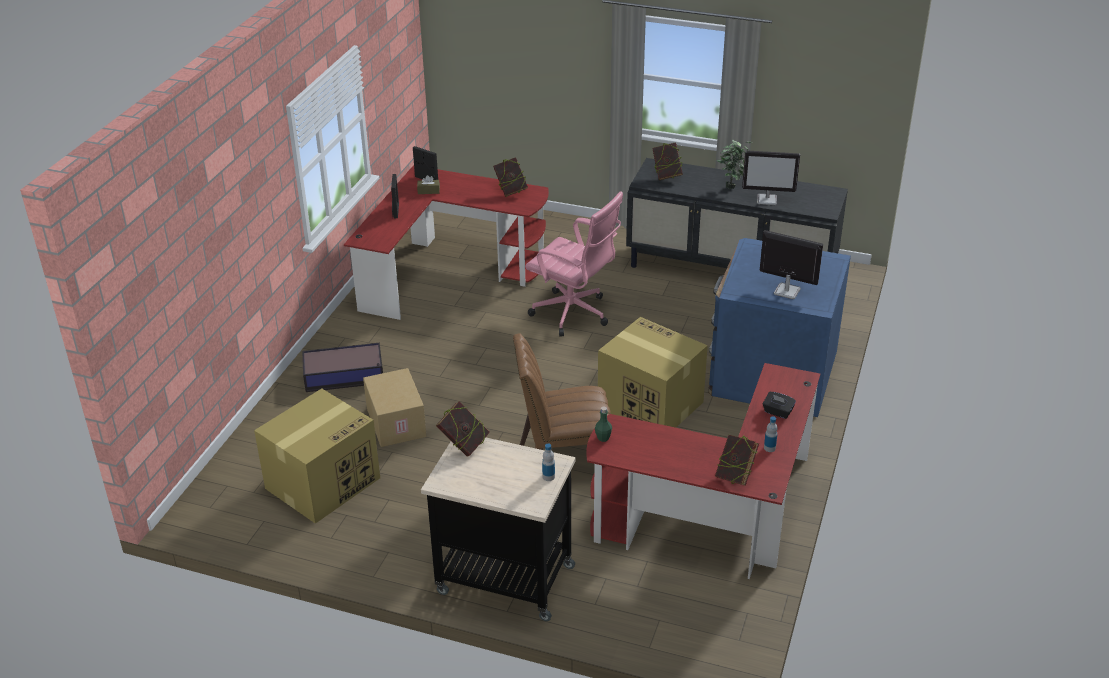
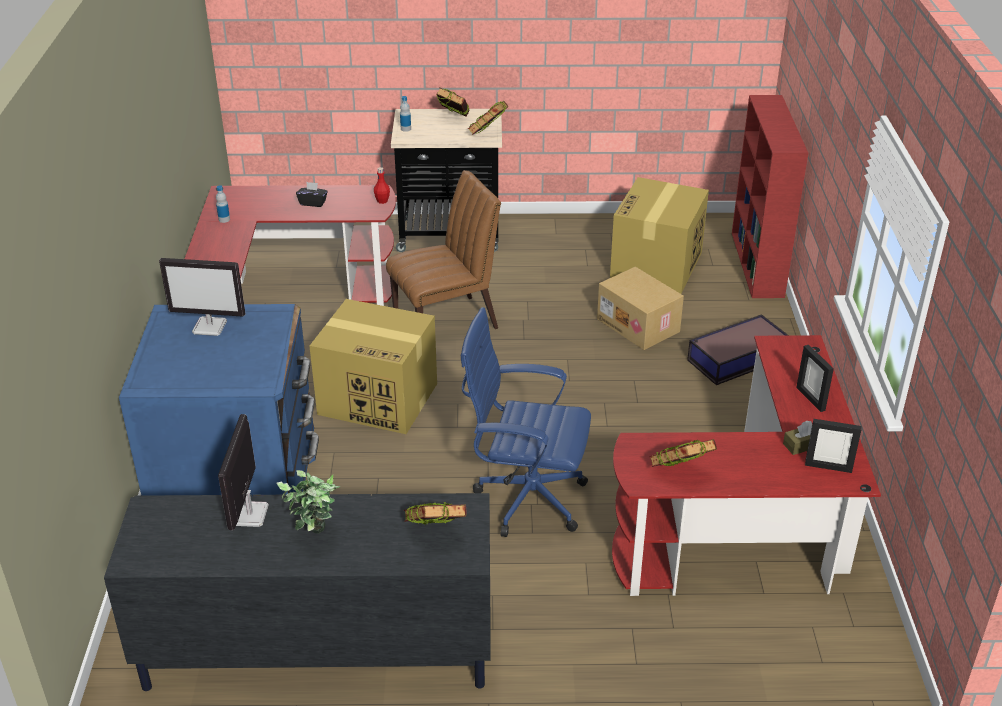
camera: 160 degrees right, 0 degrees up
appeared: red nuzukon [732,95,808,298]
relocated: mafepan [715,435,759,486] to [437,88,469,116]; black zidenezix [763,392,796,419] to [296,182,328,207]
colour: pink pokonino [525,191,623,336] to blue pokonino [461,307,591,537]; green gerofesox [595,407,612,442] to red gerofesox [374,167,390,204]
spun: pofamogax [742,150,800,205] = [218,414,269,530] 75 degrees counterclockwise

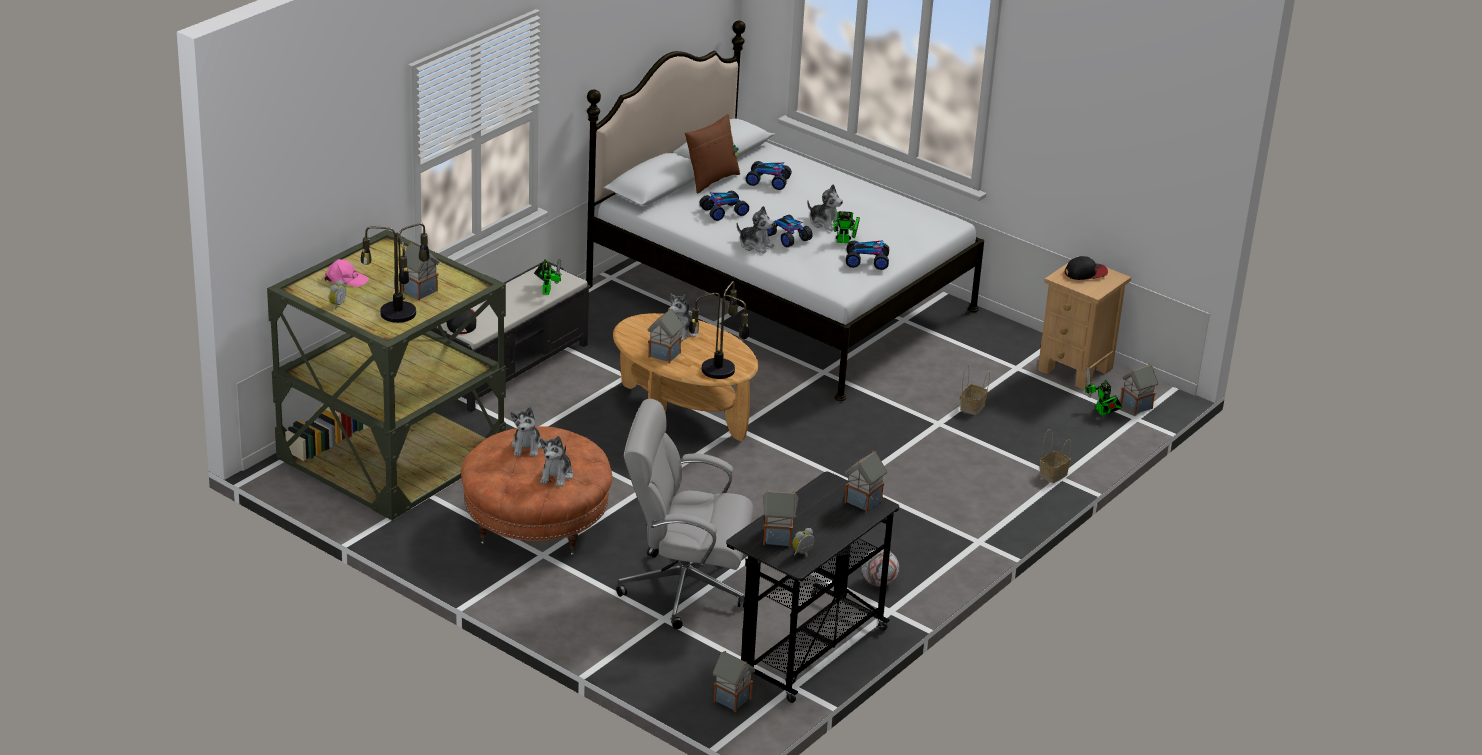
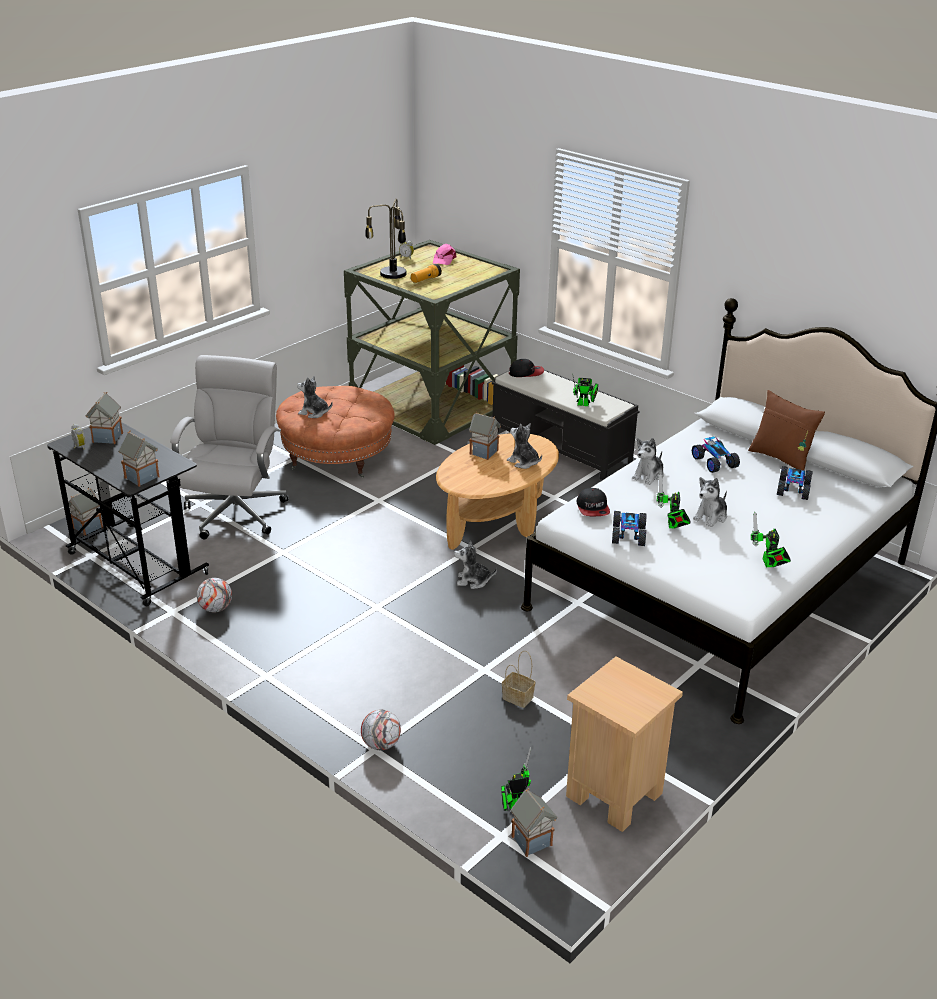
camera: 95 degrees right, 0 degrees up
missing: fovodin [689,281,749,379]; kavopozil [767,215,813,247]
appeared: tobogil [751,512,791,567]
relocated: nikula [510,407,542,457] to [454,541,497,589]; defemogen [1064,256,1108,280] to [577,488,610,516]
exchanged: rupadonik [402,242,440,300] to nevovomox [411,264,442,283]; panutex [1039,429,1071,483] to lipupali [361,709,401,750]

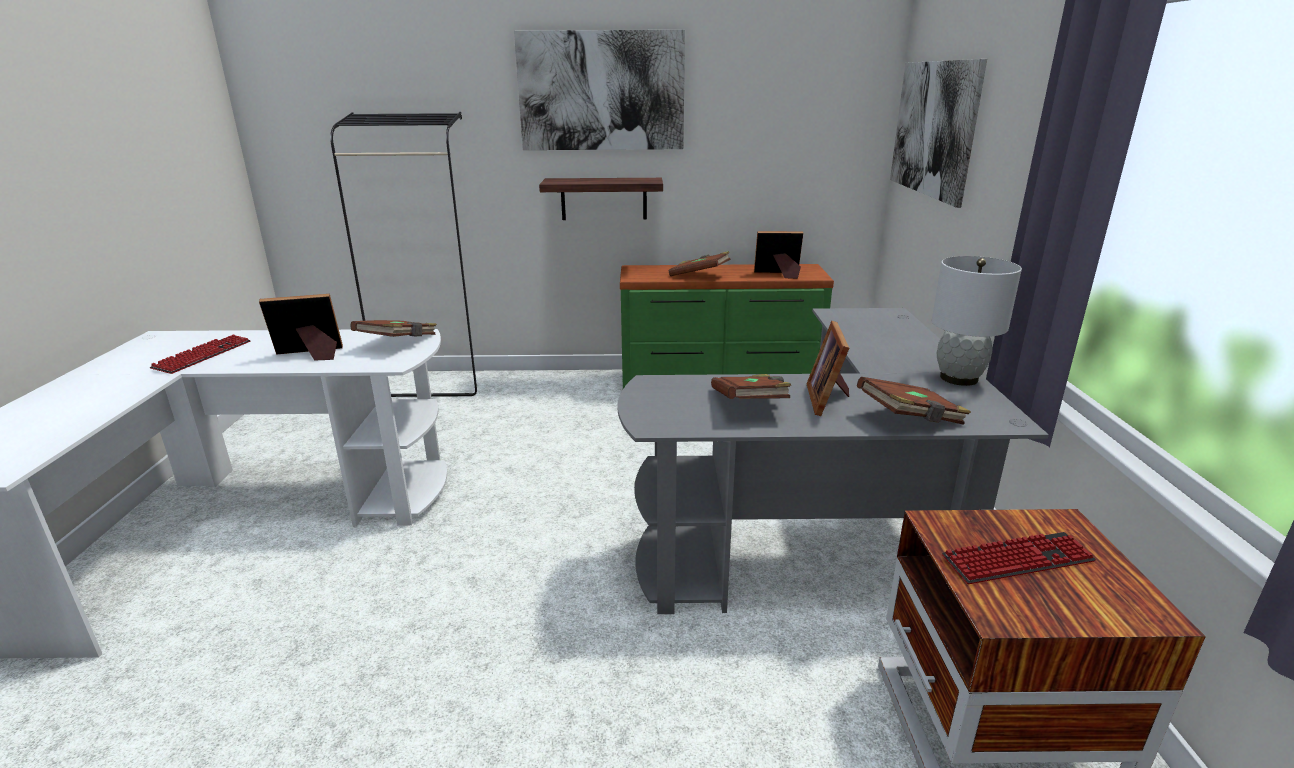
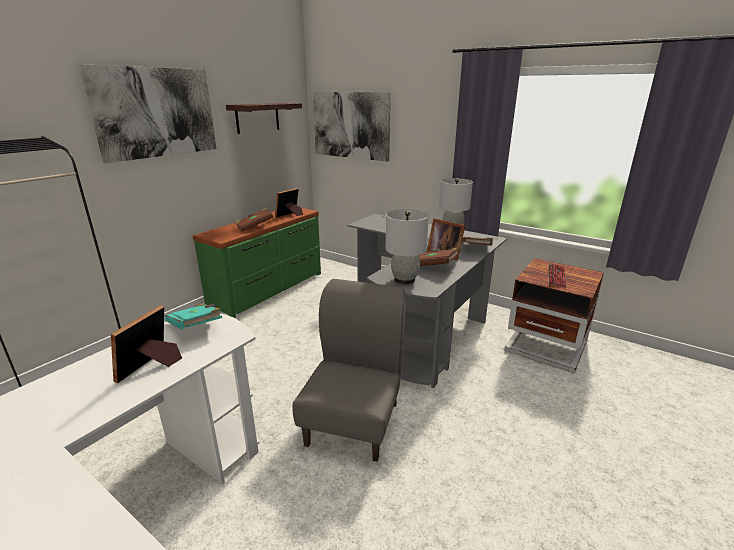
camera: 55 degrees left, 0 degrees up
missing: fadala [150,335,251,374]
appeared: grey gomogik [292,279,406,462]; white fovodin [386,209,429,284]
relocated: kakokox [539,178,663,220] to [226,103,302,134]
colour: brown mafepan [350,320,437,337] to turquoise mafepan [165,303,222,329]

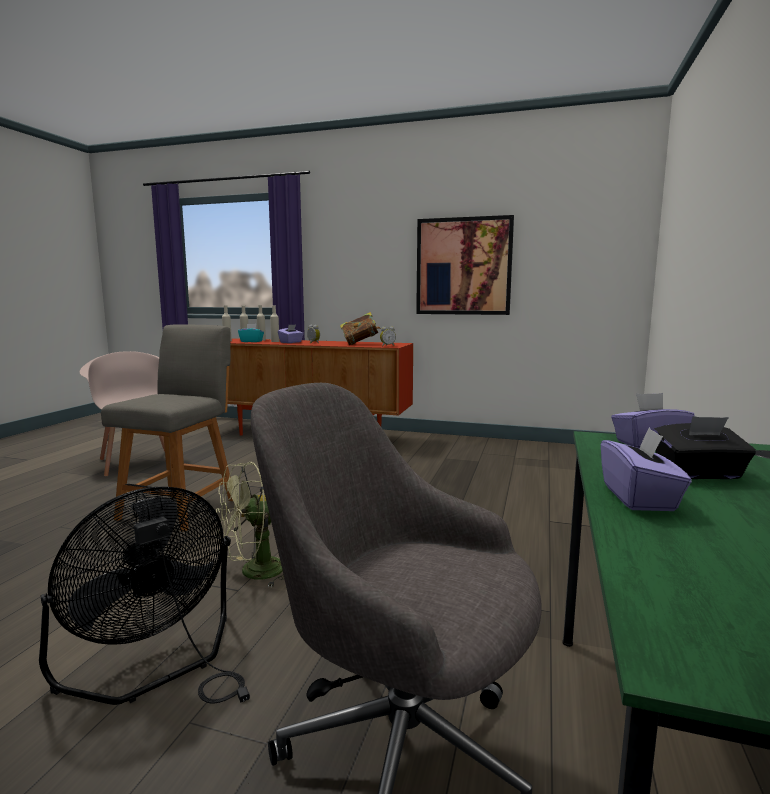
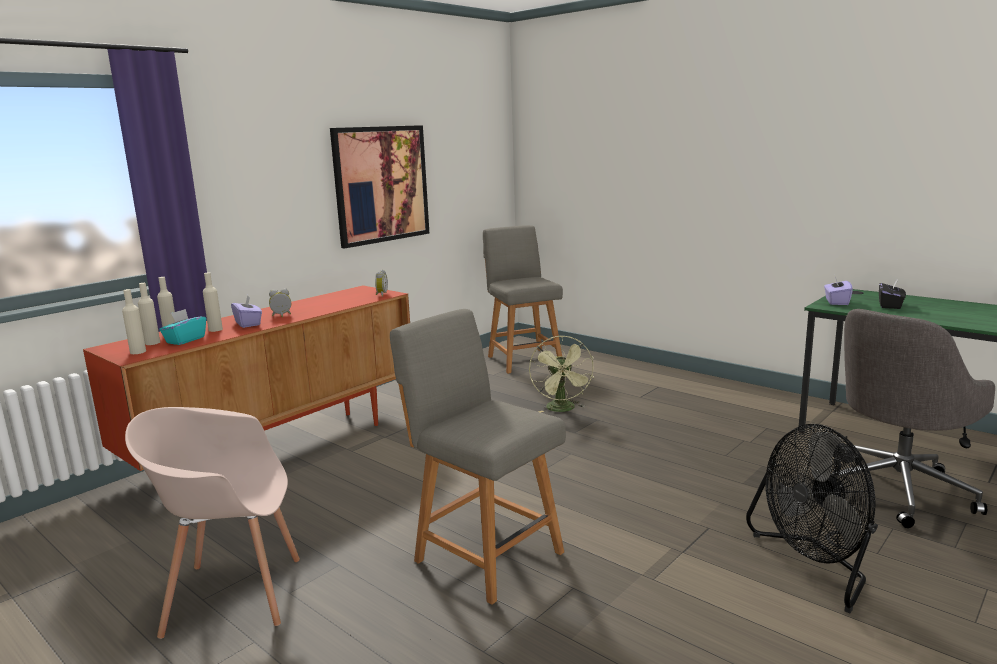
camera: 65 degrees left, 5 degrees up
missing: mafepan [340,312,381,345]; purple zidenezix [601,427,692,511]
appeared: grey gomogik [483,225,563,374]
relocated: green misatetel [216,462,285,587] to [529,336,594,413]

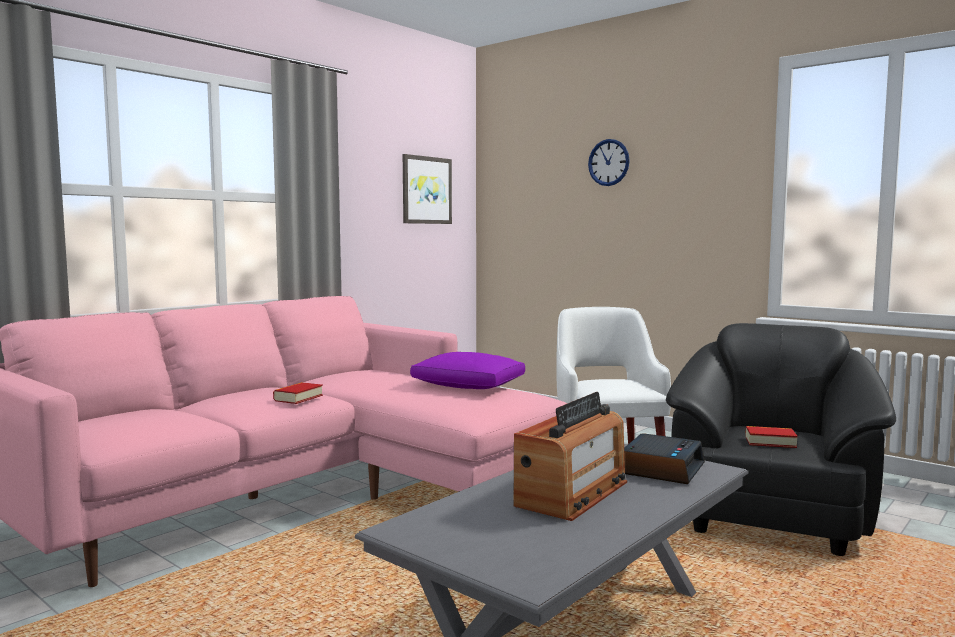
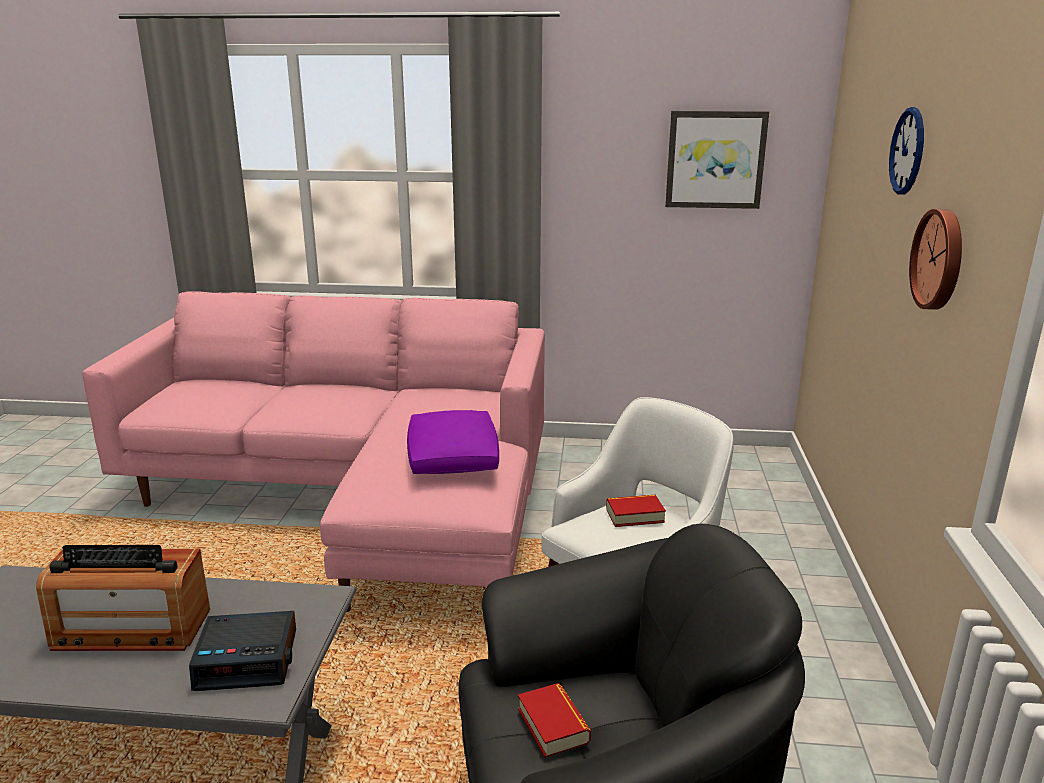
camera: 55 degrees right, 15 degrees up
appeared: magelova [909,209,962,310]
relocated: mafepan [273,382,323,404] to [606,495,666,527]

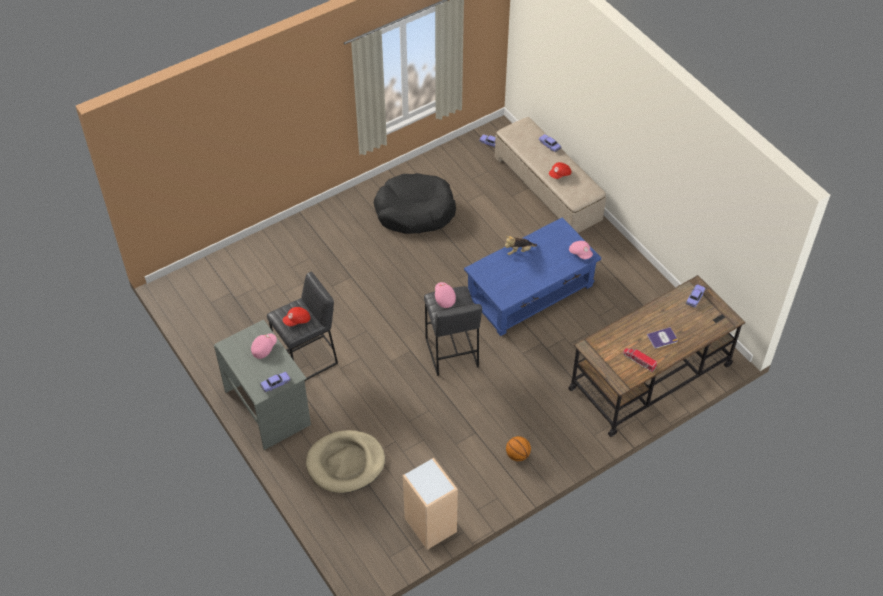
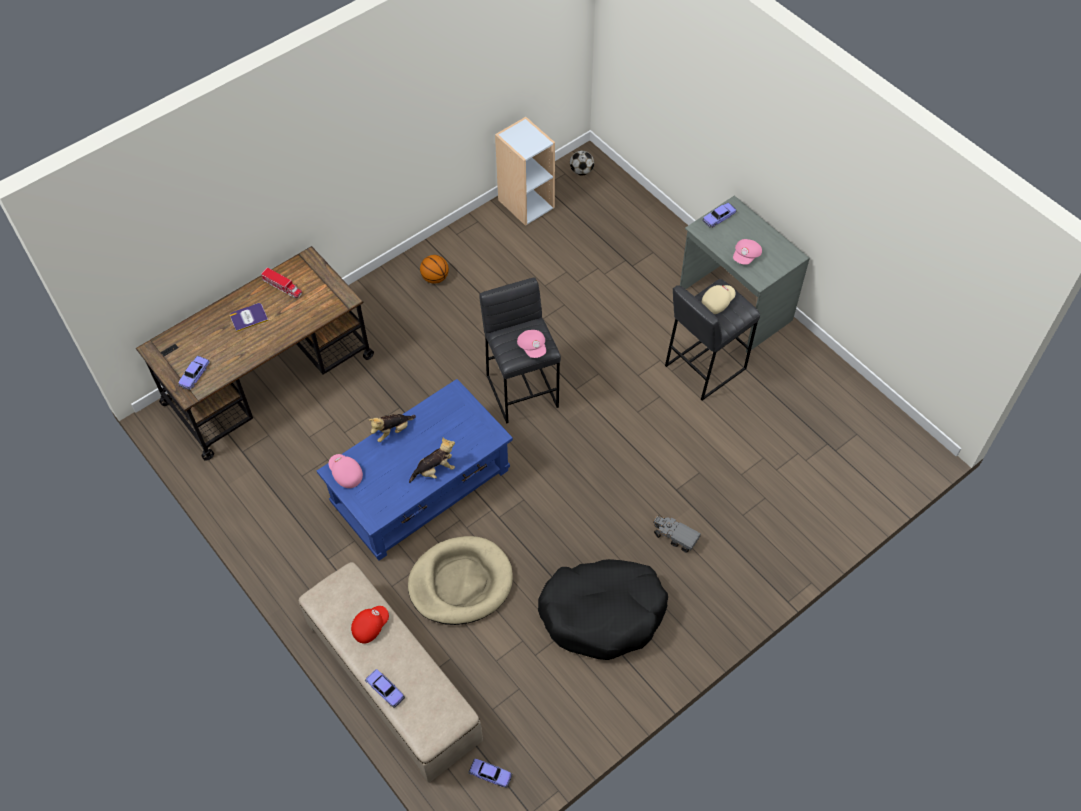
camera: 175 degrees right, 5 degrees up
appeared: nikula [369,414,416,442]; lipupali [570,150,594,176]; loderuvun [653,515,701,553]
relocated: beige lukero [306,430,385,493] to [408,536,513,625]
colour: red defemogen [283,307,310,326] to beige defemogen [702,285,736,314]

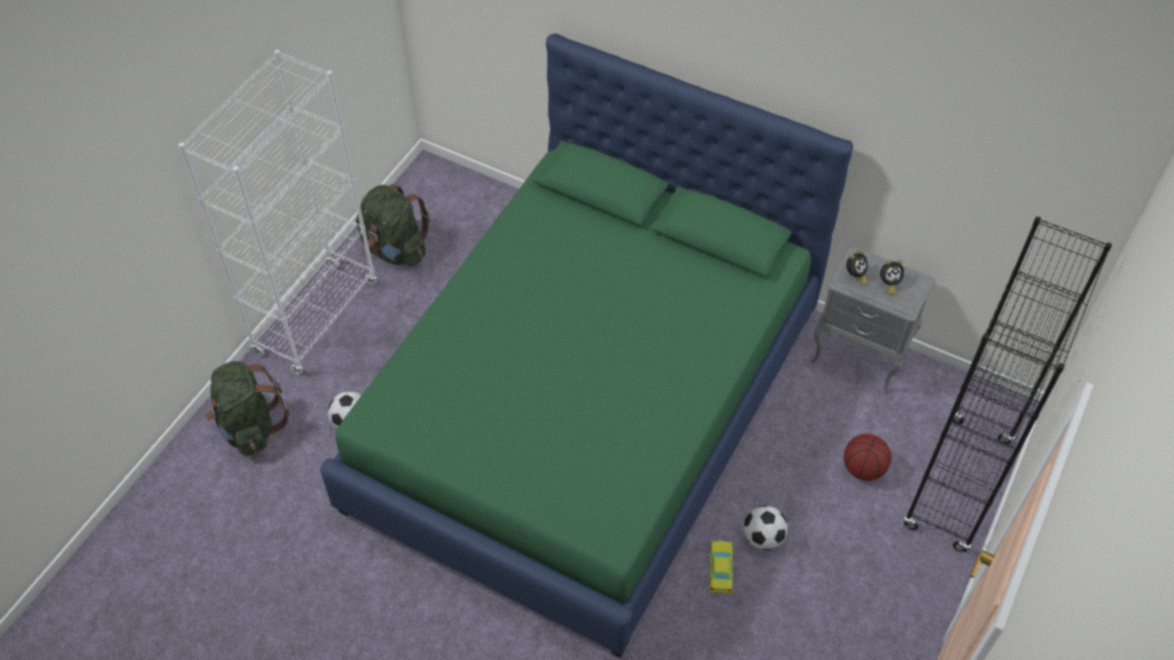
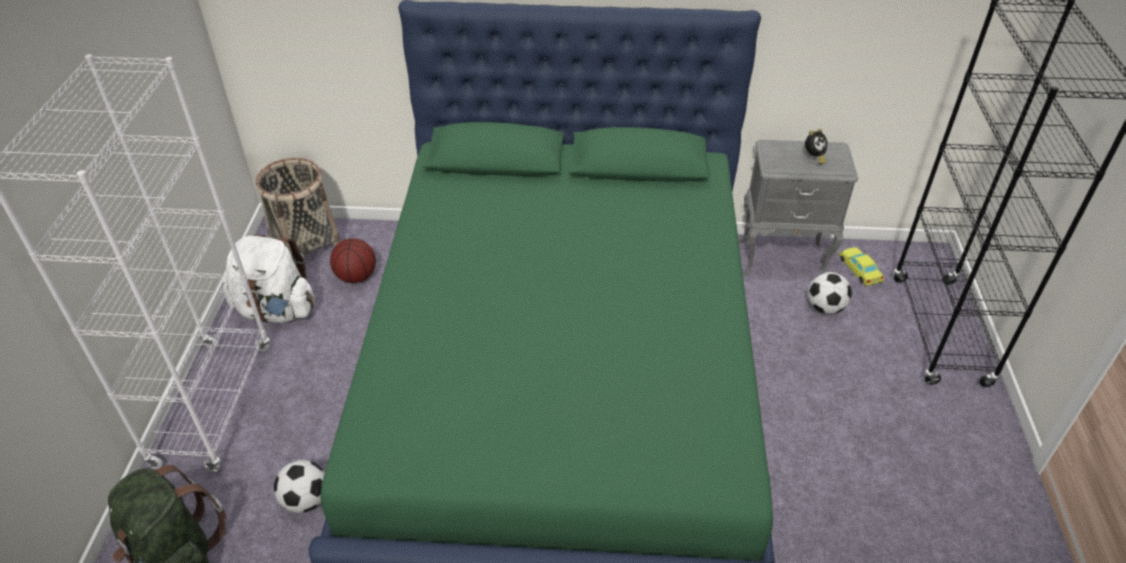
camera: 25 degrees left, 10 degrees down
missing: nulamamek [846,250,868,285]
appeared: panutex [256,158,341,265]
relocated: yellow kavopozil [709,541,734,594] to [839,247,884,286]; lipupali [744,506,788,550] to [808,272,852,314]; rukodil [844,434,891,481] to [330,239,376,283]
colour: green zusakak [356,184,429,267] to white zusakak [223,235,315,323]

